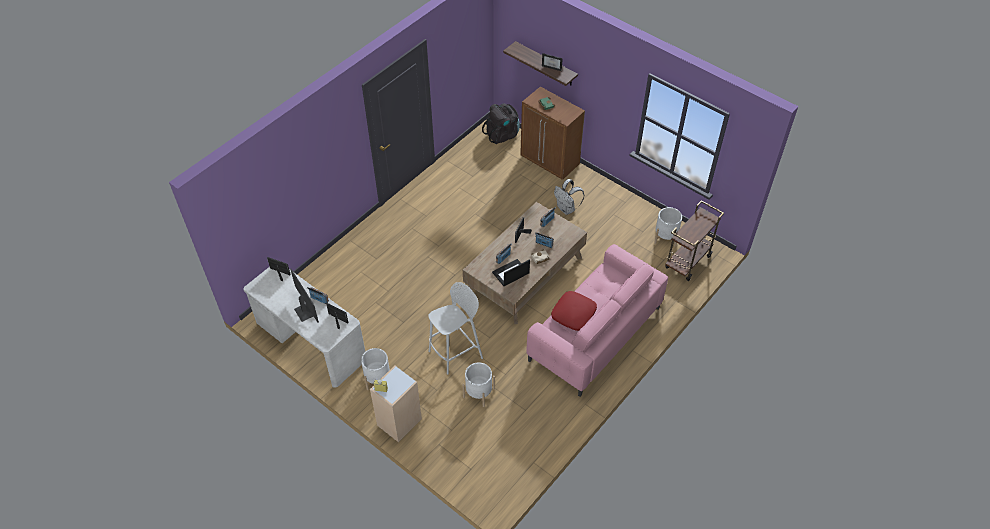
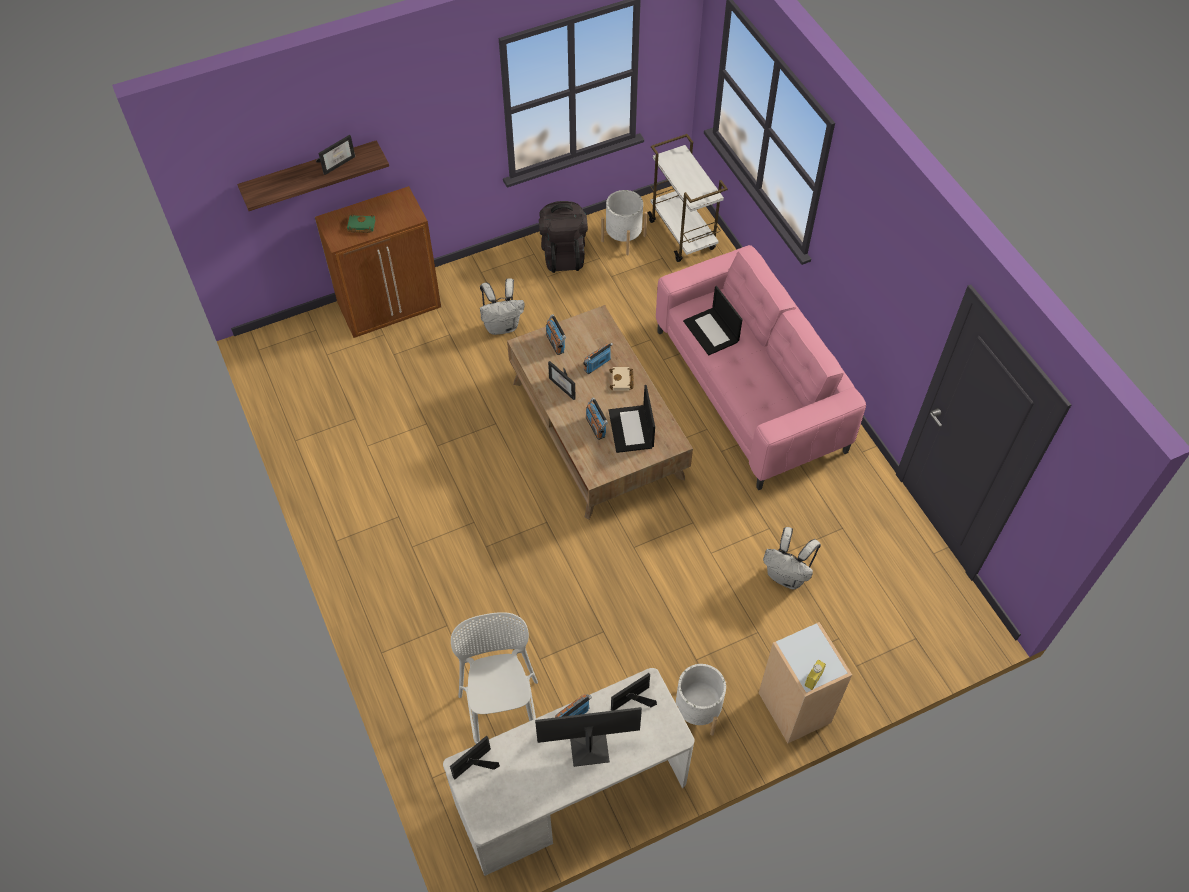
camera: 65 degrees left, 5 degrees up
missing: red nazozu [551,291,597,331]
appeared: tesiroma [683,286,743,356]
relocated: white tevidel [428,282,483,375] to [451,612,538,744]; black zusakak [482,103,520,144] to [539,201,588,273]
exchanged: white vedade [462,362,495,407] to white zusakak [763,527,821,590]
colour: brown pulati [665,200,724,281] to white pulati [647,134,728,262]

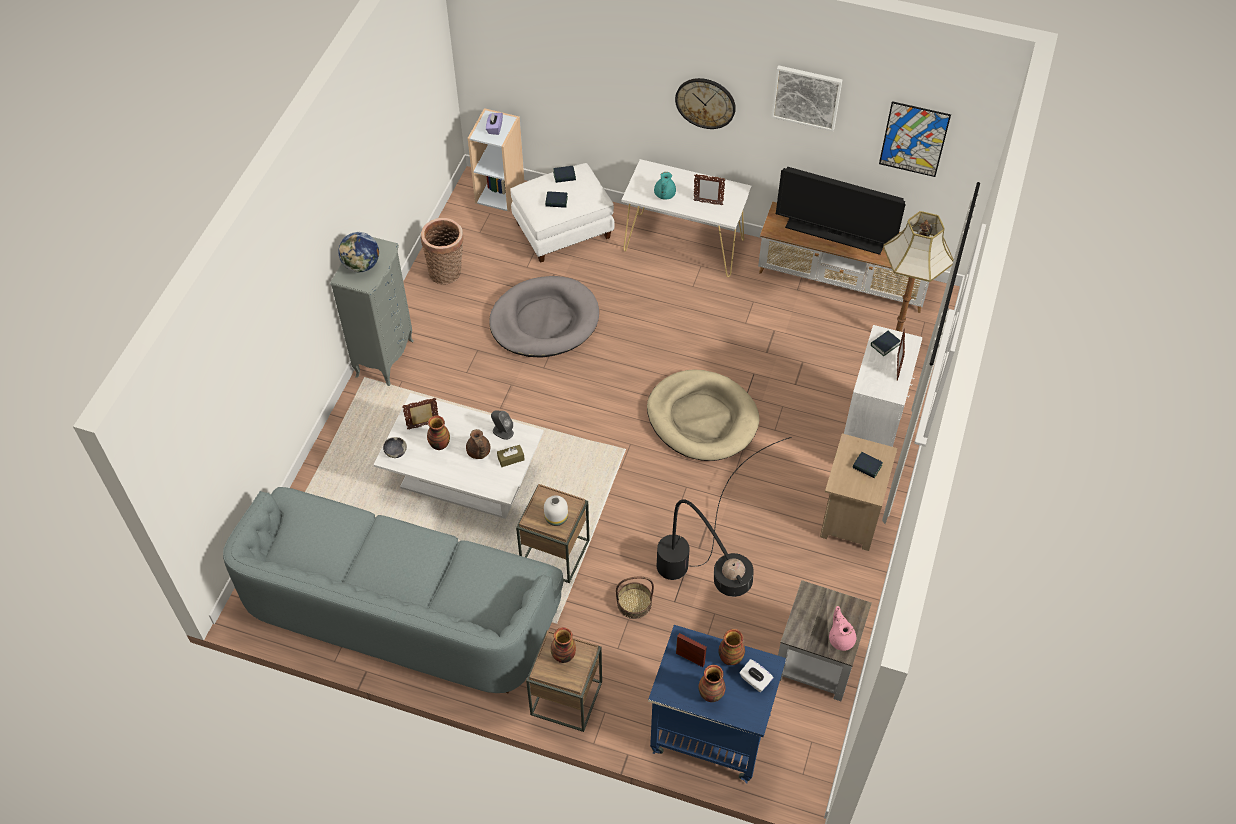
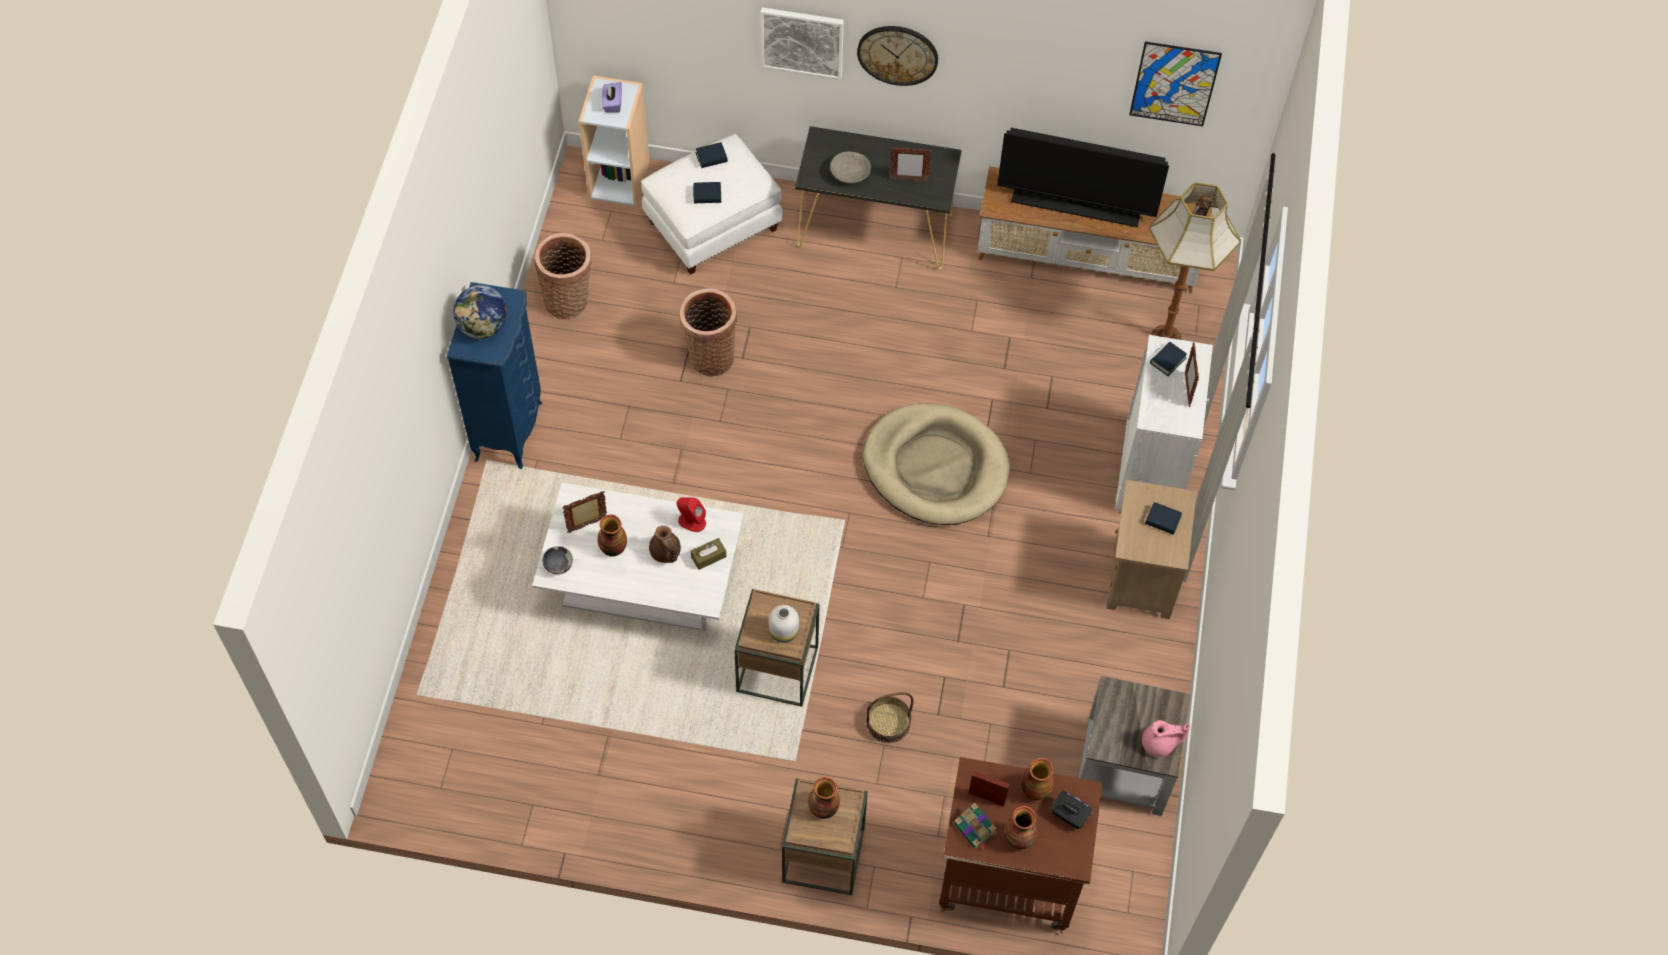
camera: 10 degrees left, 5 degrees up
missing: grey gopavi [223,487,563,693]; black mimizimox [657,437,791,597]
appeared: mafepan [954,803,997,850]
relocated: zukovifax [771,65,842,131] to [760,7,844,80]
exchanged: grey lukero [489,276,599,358] to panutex [679,288,737,377]; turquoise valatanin [654,172,676,200] to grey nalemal [830,151,871,183]
colour: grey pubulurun [330,237,414,386] to blue pubulurun [447,282,543,469]; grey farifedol [491,411,514,440] to red farifedol [677,497,706,532]; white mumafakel [622,159,752,277] to black mumafakel [795,126,961,270]; blue pulati [648,625,786,784] to brown pulati [939,757,1103,934]; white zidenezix [740,659,774,692] to black zidenezix [1051,790,1093,829]
spun: pink valatanin [829,606,856,651] = [1142,720,1190,757] 120 degrees clockwise

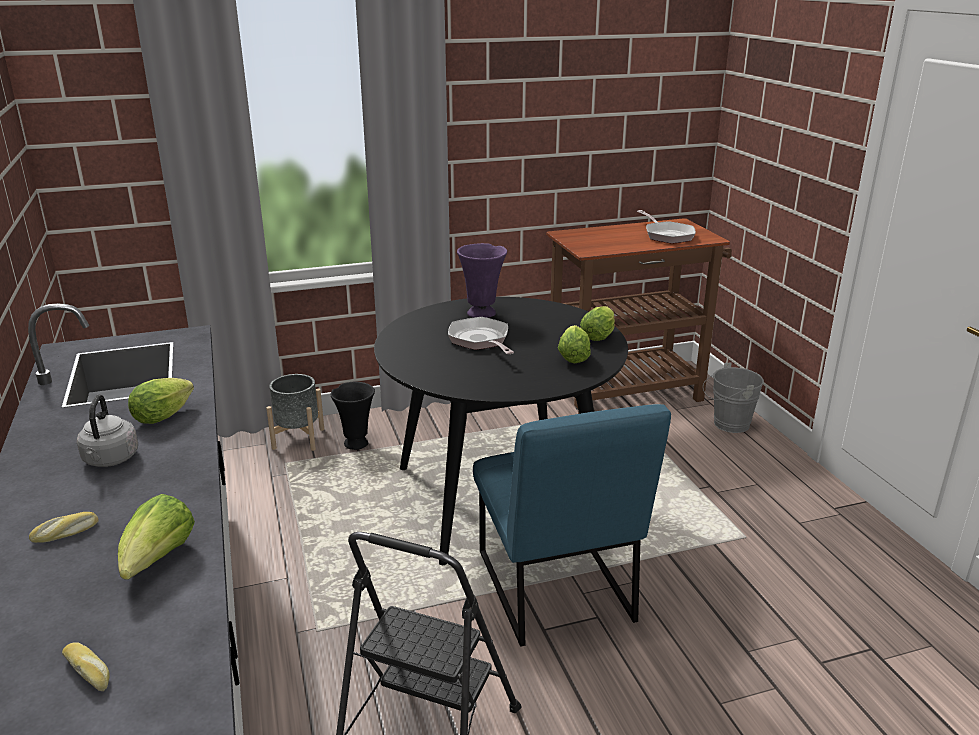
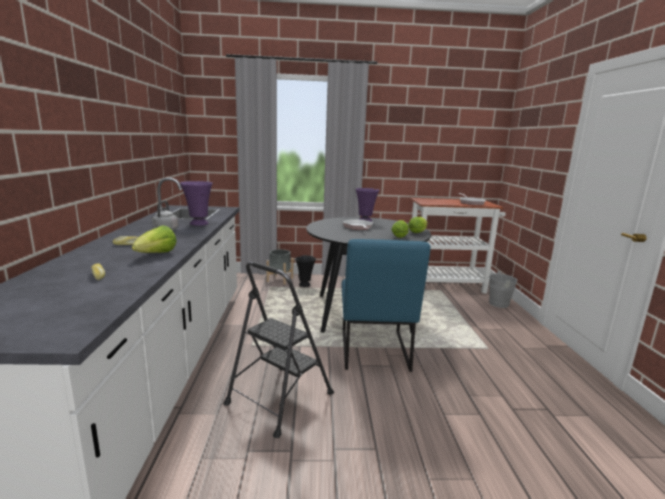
camera: 15 degrees right, 10 degrees down
exchanged: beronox [128,378,194,424] to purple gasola [180,181,213,226]
colour: brown pulati [546,218,732,414] to white pulati [410,198,506,293]

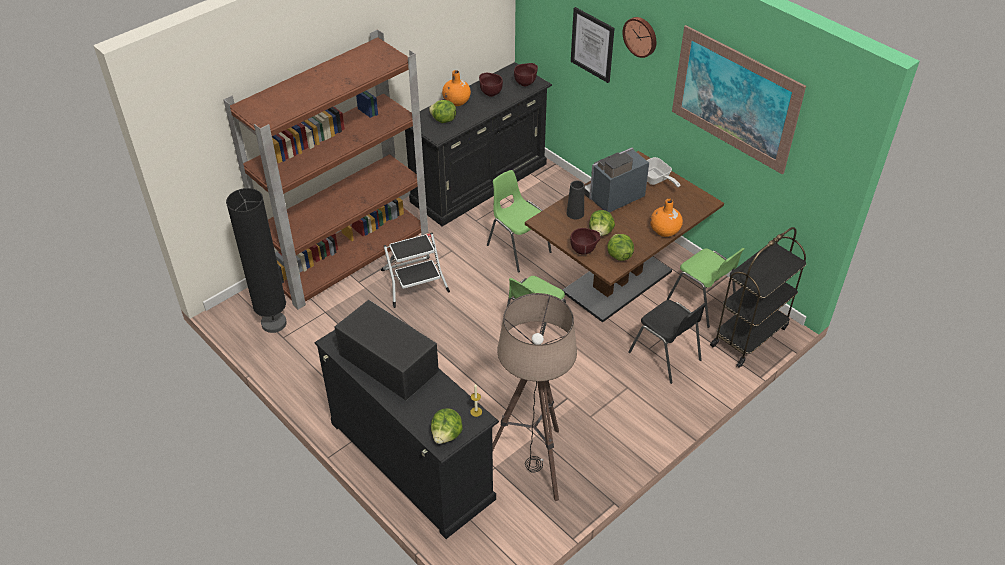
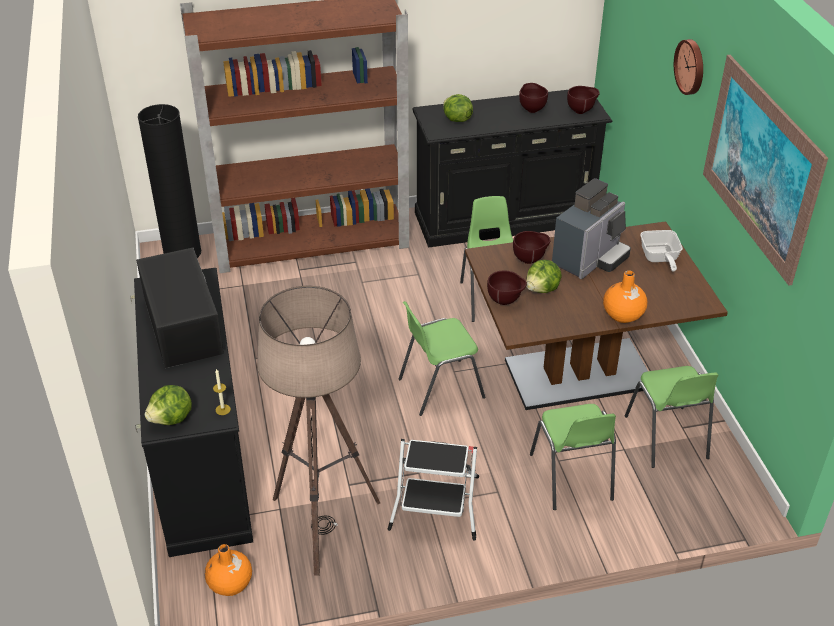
camera: 30 degrees right, 5 degrees down
missing: zukovifax [571,7,615,83]; beronox [607,234,634,261]; black pulati [710,227,806,368]
relocated: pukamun [381,233,450,308] to [388,439,479,541]; orange gasola [442,70,471,106] to [205,544,252,596]
exchanged: black gasola [567,180,584,219] to brown nalemal [513,231,550,264]
colour: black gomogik [628,300,708,384] to green gomogik [530,404,616,510]
spun: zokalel [584,147,649,213] = [552,178,631,279] 135 degrees clockwise

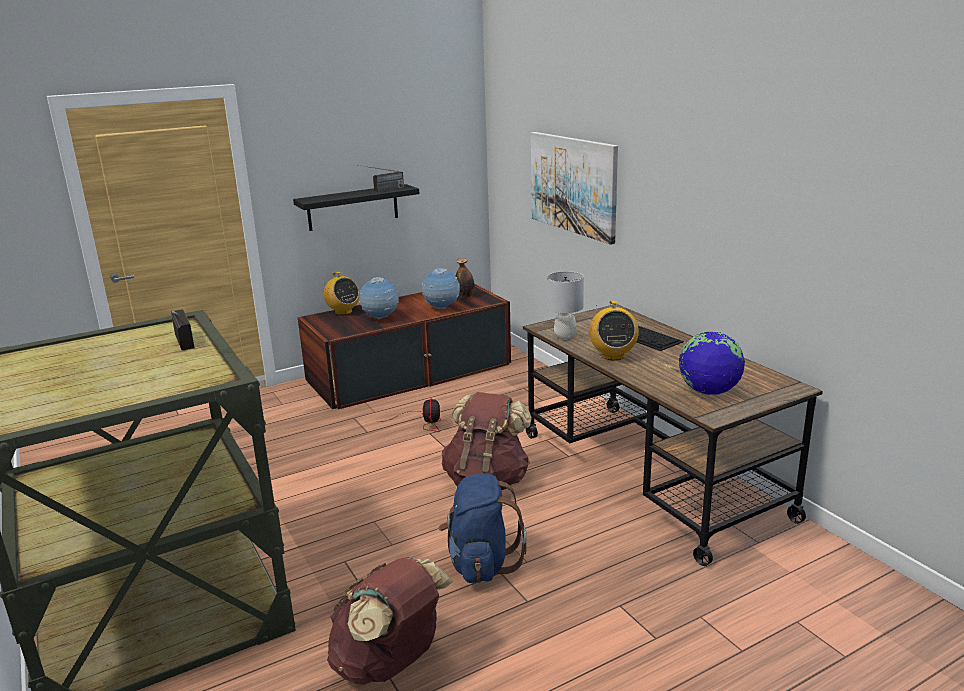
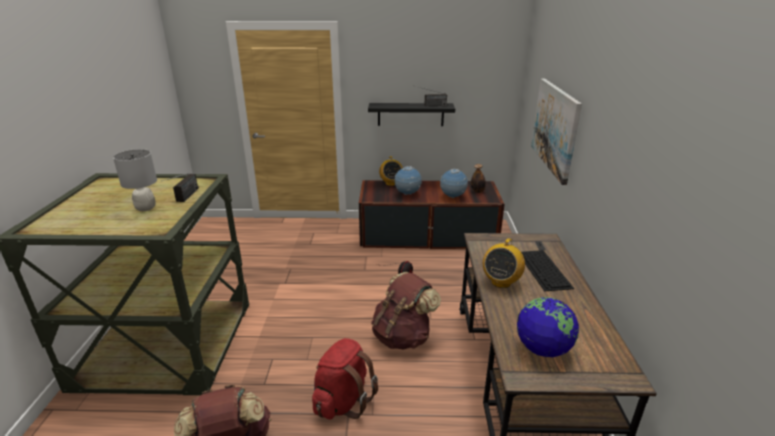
camera: 30 degrees right, 5 degrees up
relocated: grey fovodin [547,271,584,339] to [113,149,157,211]
colour: blue zusakak [439,473,527,583] to red zusakak [312,338,378,420]

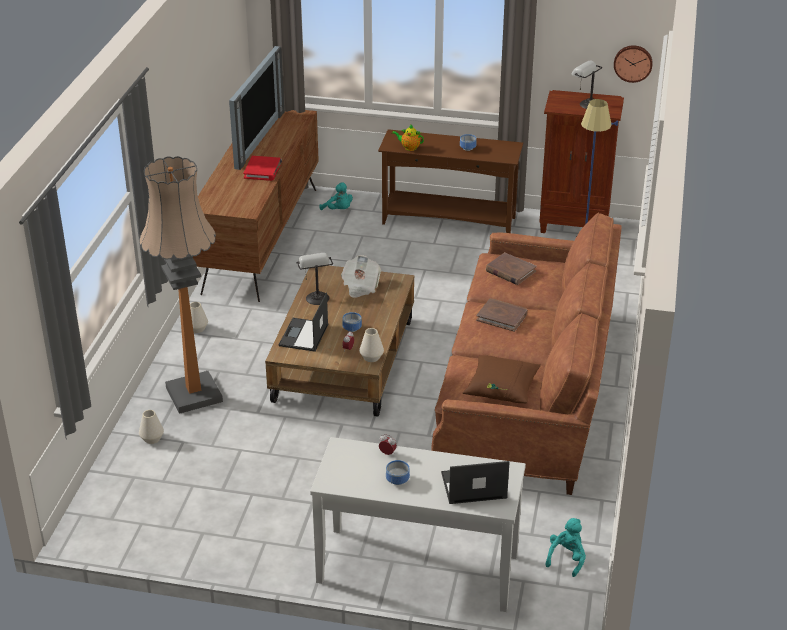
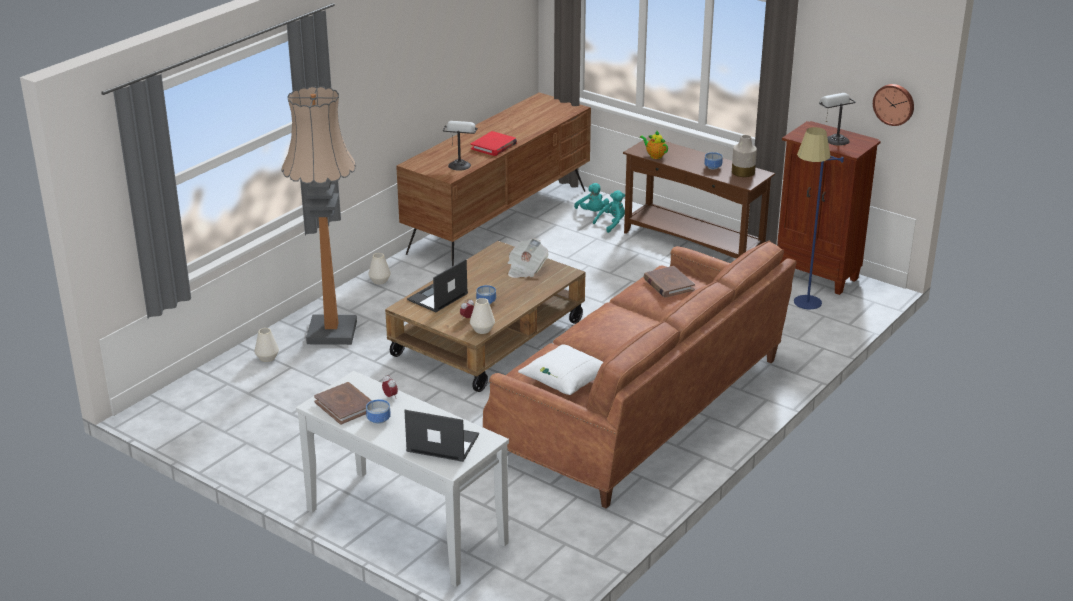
camera: 25 degrees right, 5 degrees down
missing: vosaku [229,46,284,170]
appeared: beige gasola [732,135,757,177]
relocated: fovodin [297,253,333,305] to [443,121,478,171]; brown mafepan [476,298,528,332] to [314,382,372,425]; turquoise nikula [545,518,586,577] to [593,190,625,233]
colour: brown nazozu [463,355,541,403] to white nazozu [518,344,603,395]

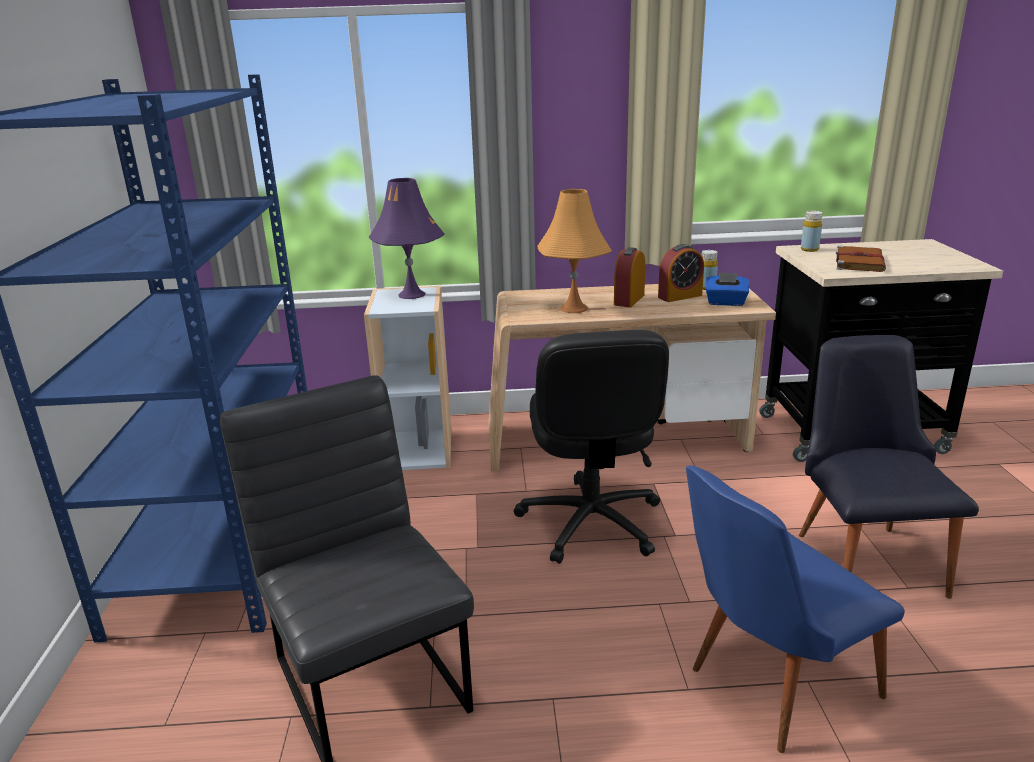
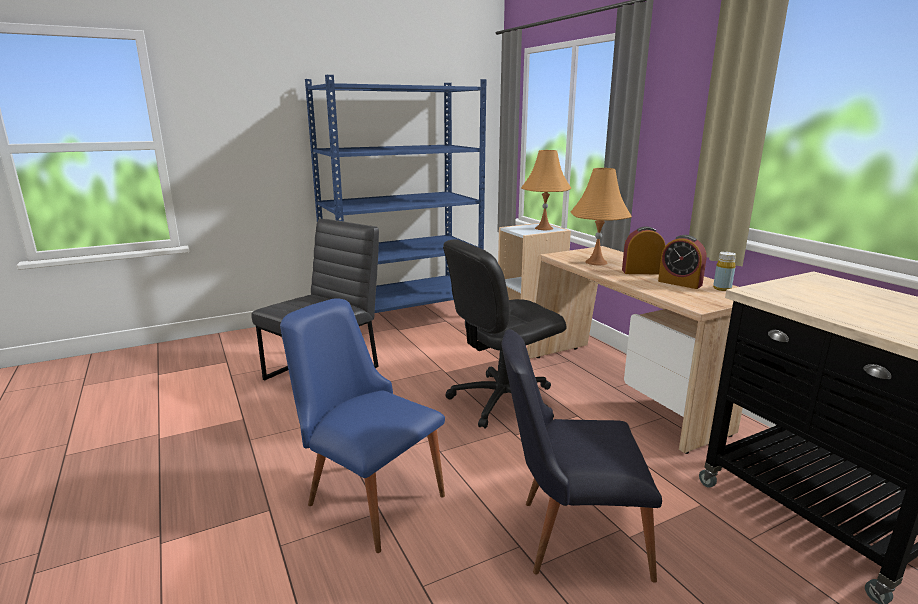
camera: 65 degrees right, 5 degrees down
missing: blue zidenezix [706,272,749,306]; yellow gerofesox [801,211,823,252]; brown mafepan [836,245,886,272]
colour: purple fovodin [368,178,444,299] to orange fovodin [521,150,571,230]
spun: black gomogik [799,335,979,599] = [502,329,662,583] 150 degrees counterclockwise

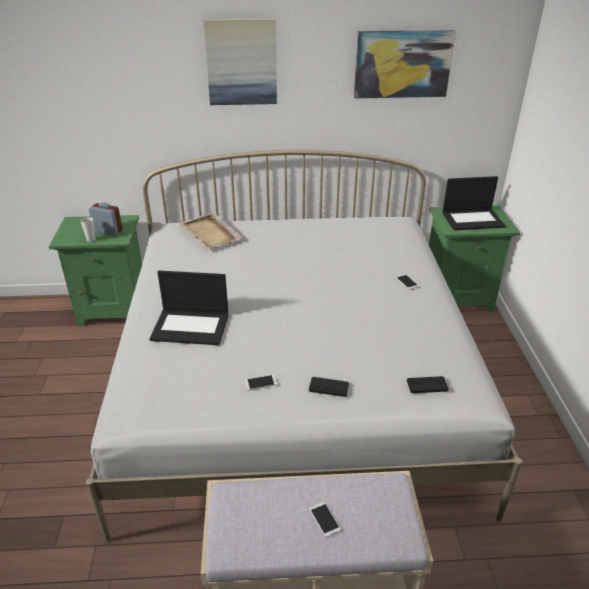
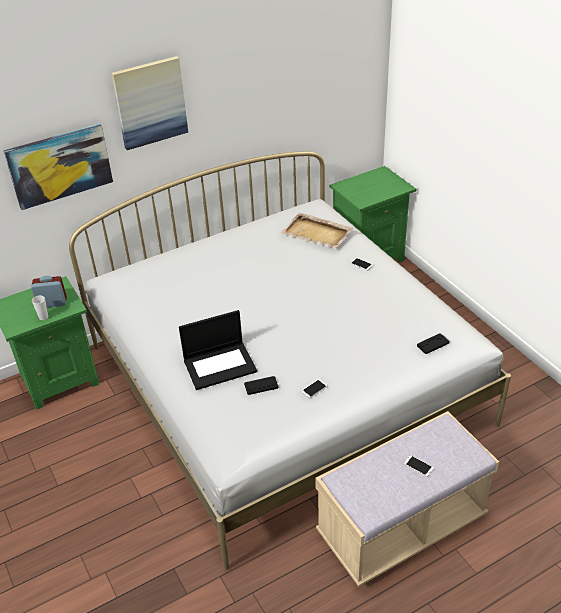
camera: 25 degrees left, 5 degrees up
missing: tesiroma [443,176,505,230]
relocated: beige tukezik [178,212,243,250] to [280,213,353,248]; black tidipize [309,377,349,397] to [244,376,279,395]; zukovifax [354,30,456,99] to [3,124,113,210]

